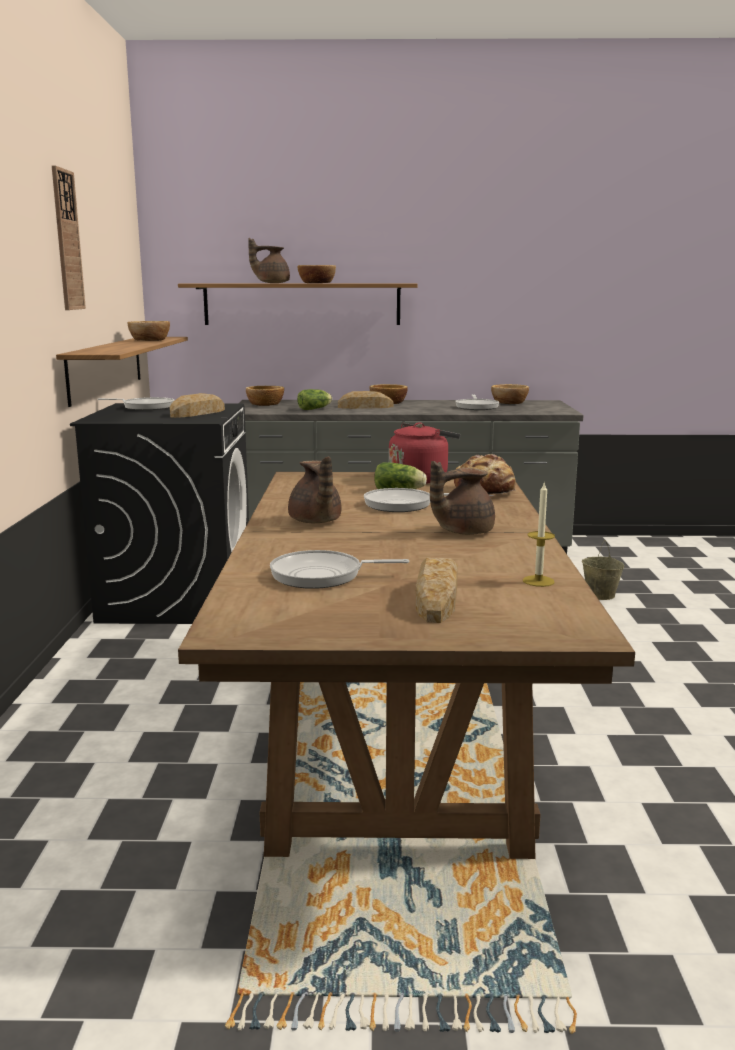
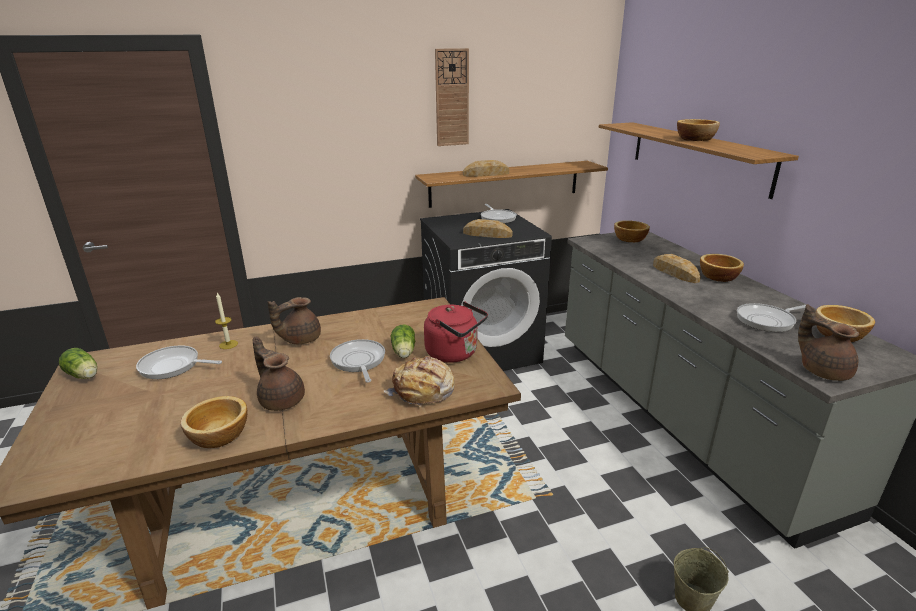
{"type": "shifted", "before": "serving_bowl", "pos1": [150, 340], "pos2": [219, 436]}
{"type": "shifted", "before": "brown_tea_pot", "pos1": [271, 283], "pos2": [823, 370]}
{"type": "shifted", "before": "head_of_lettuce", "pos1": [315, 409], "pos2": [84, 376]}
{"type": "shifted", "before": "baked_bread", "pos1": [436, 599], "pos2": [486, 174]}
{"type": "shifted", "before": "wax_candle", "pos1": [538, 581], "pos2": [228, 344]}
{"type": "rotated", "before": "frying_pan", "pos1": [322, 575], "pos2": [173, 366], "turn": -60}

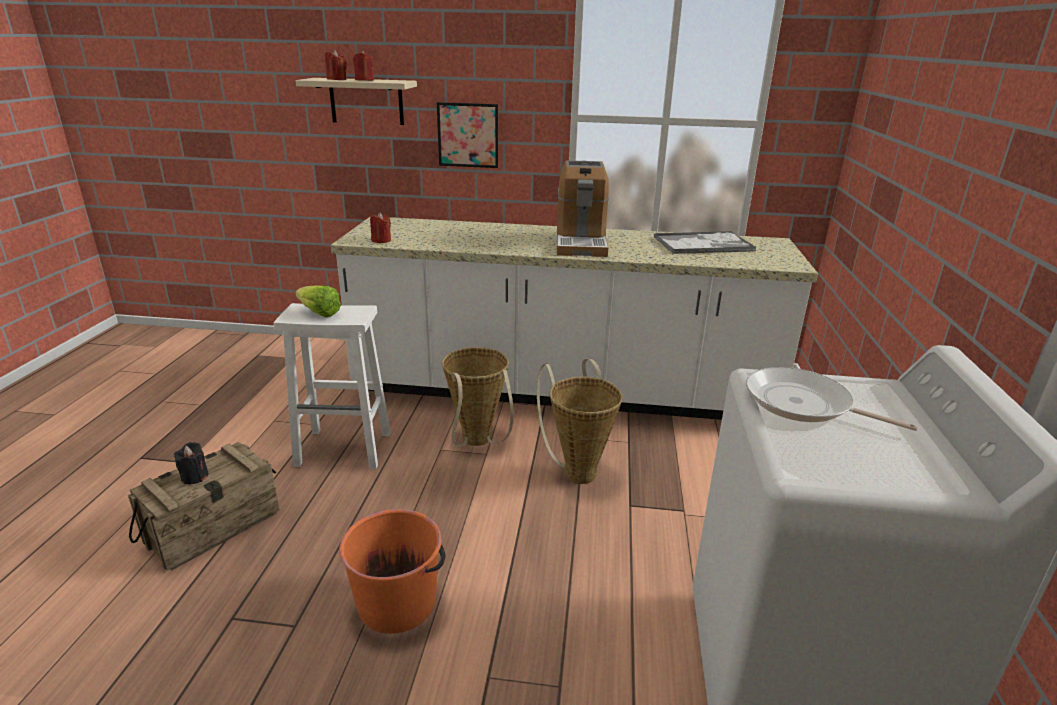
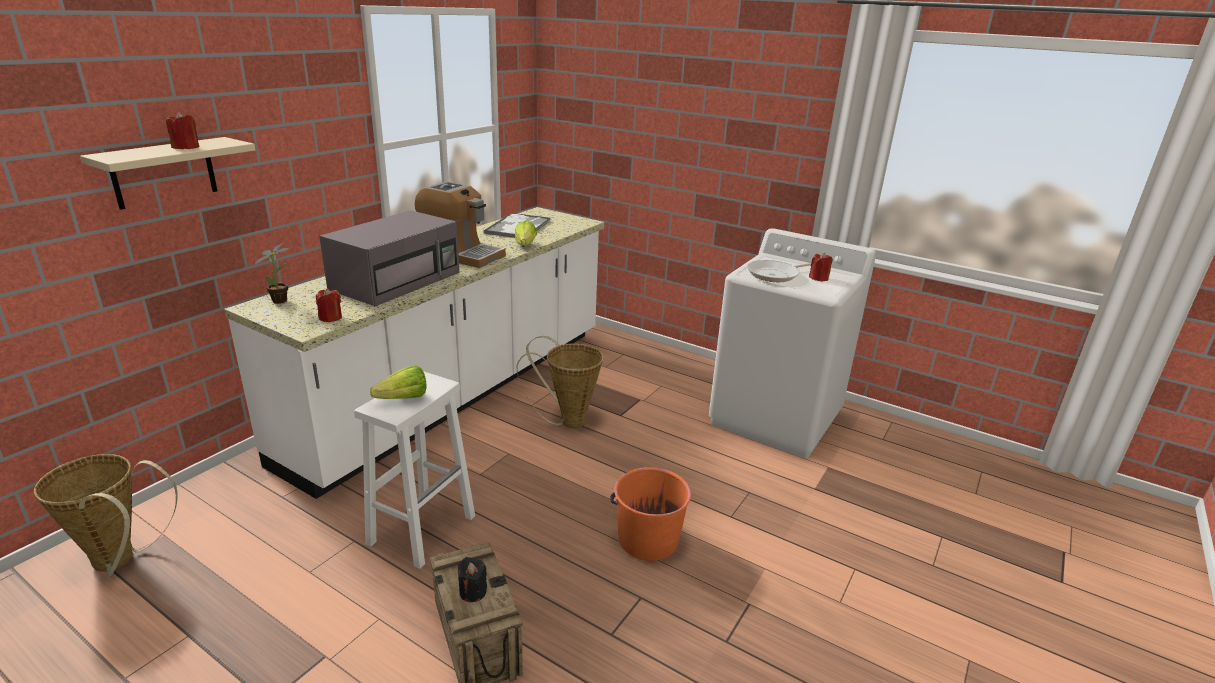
{"type": "gone", "before": "wall_art", "pos1": [468, 135]}
{"type": "new", "after": "potted_plant", "pos2": [282, 300]}
{"type": "new", "after": "grey_kitchen_microwave", "pos2": [397, 280]}
{"type": "new", "after": "head_of_lettuce", "pos2": [524, 247]}
{"type": "shifted", "before": "red_wax_candle", "pos1": [337, 79], "pos2": [819, 278]}
{"type": "shifted", "before": "storage_basket", "pos1": [477, 443], "pos2": [121, 562]}

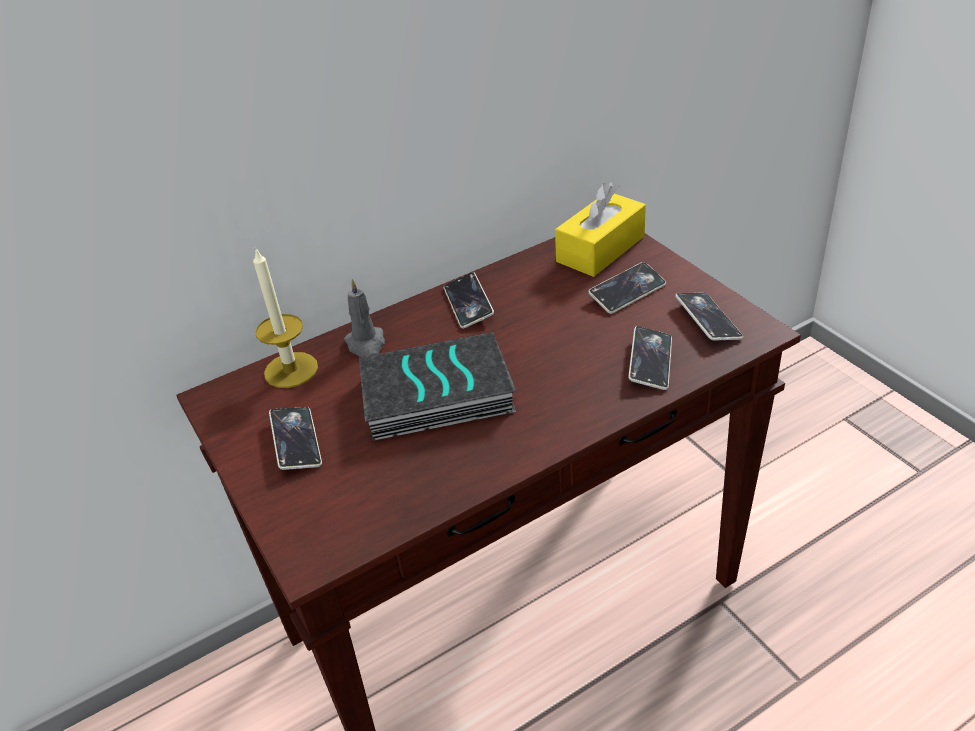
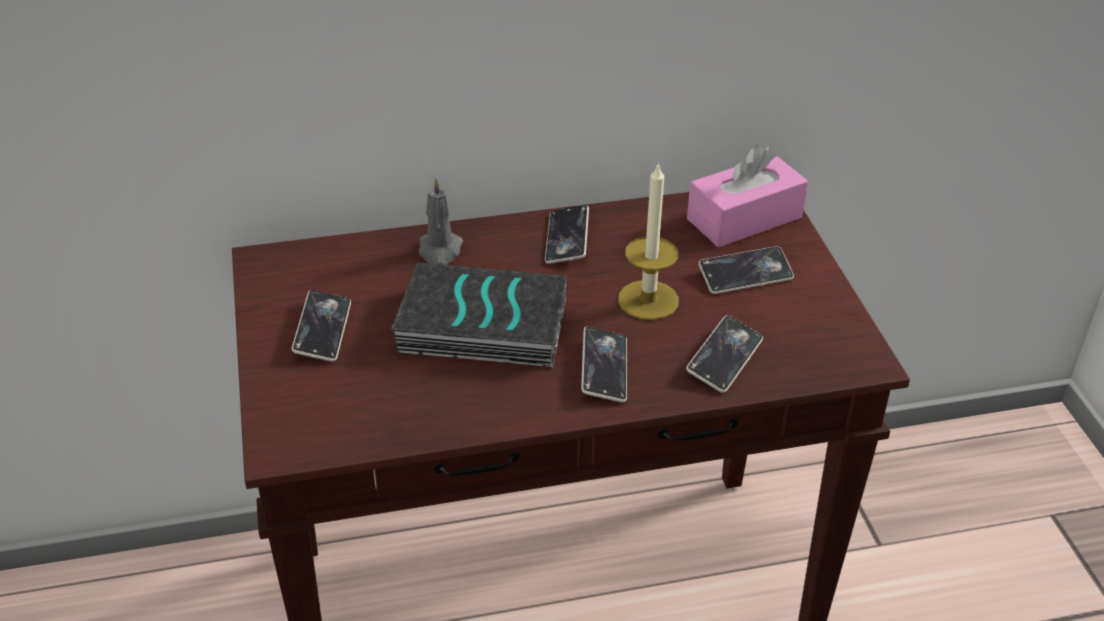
{"type": "shifted", "before": "wax_candle", "pos1": [291, 370], "pos2": [648, 300]}
{"type": "shifted", "before": "telephone", "pos1": [708, 320], "pos2": [604, 369]}
{"type": "repainted", "before": "yellow-coloured_box_of_tissues", "after": "pink-coloured_box_of_tissues", "pos1": [600, 249], "pos2": [744, 218]}

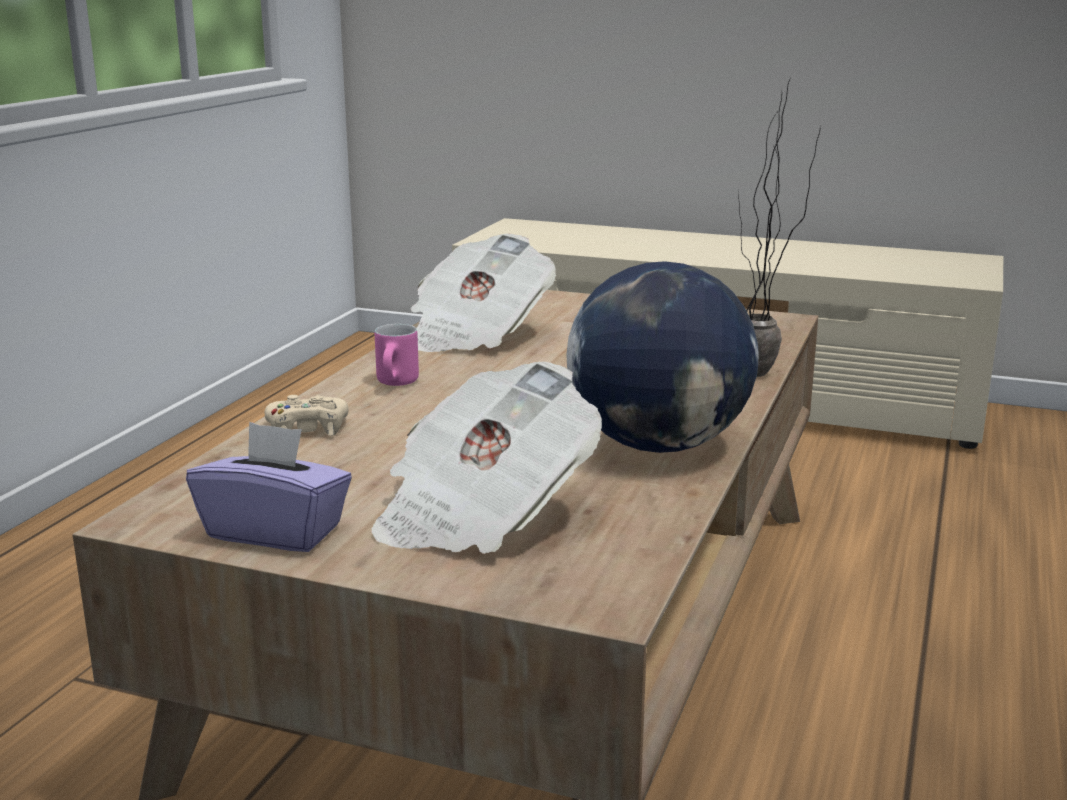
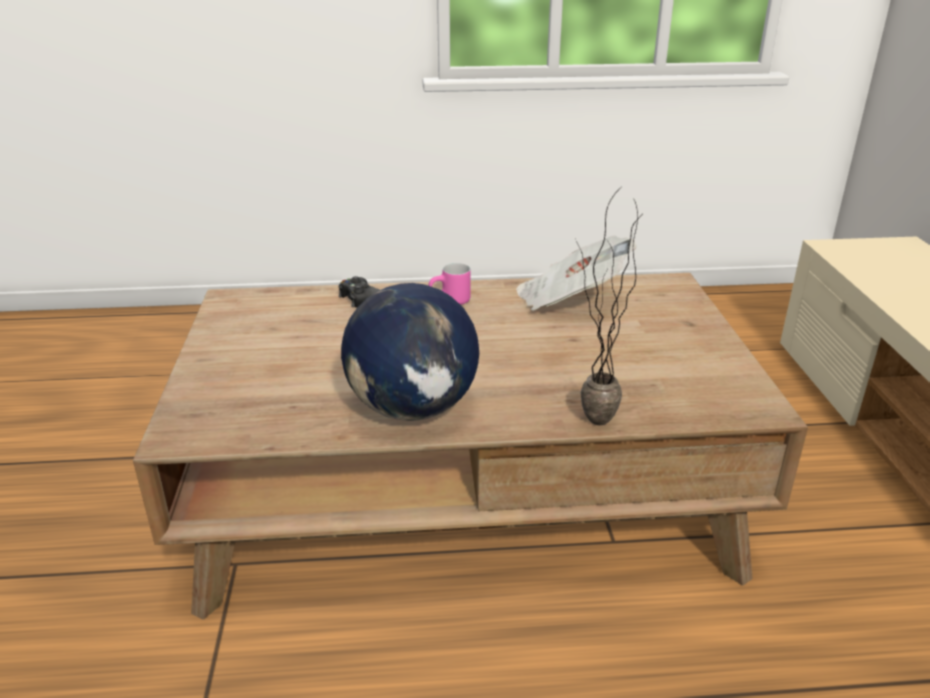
{"type": "gone", "before": "purple-coloured_box_of_tissues", "pos1": [275, 531]}
{"type": "gone", "before": "daily_paper", "pos1": [481, 514]}
{"type": "repainted", "before": "beige-coloured_gamepad", "after": "black_gamepad", "pos1": [307, 428], "pos2": [361, 298]}

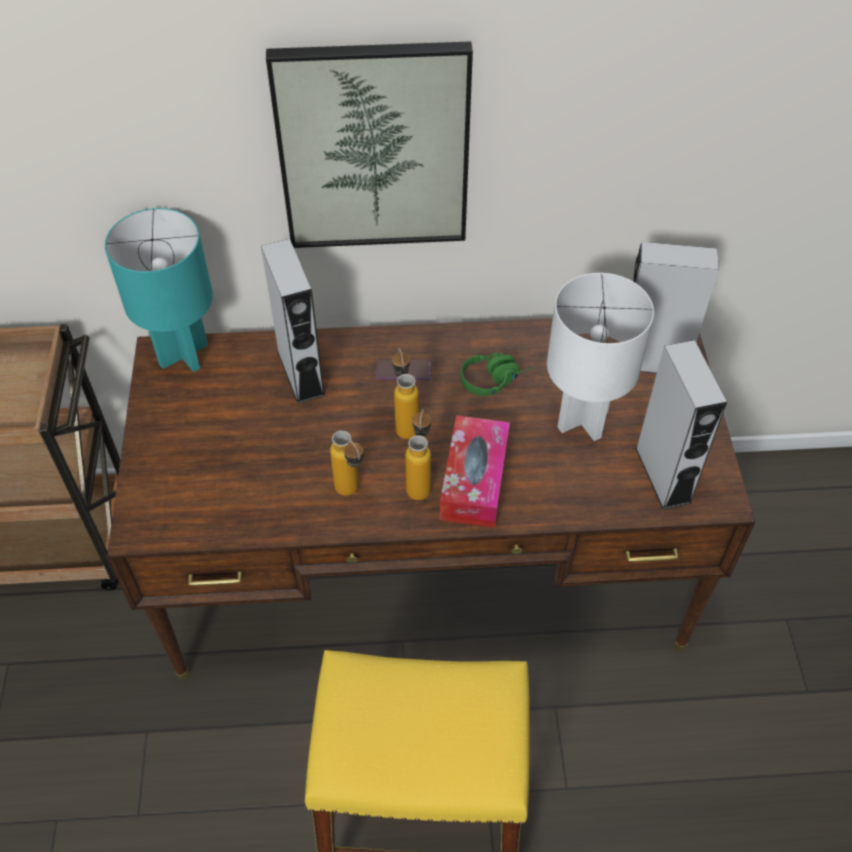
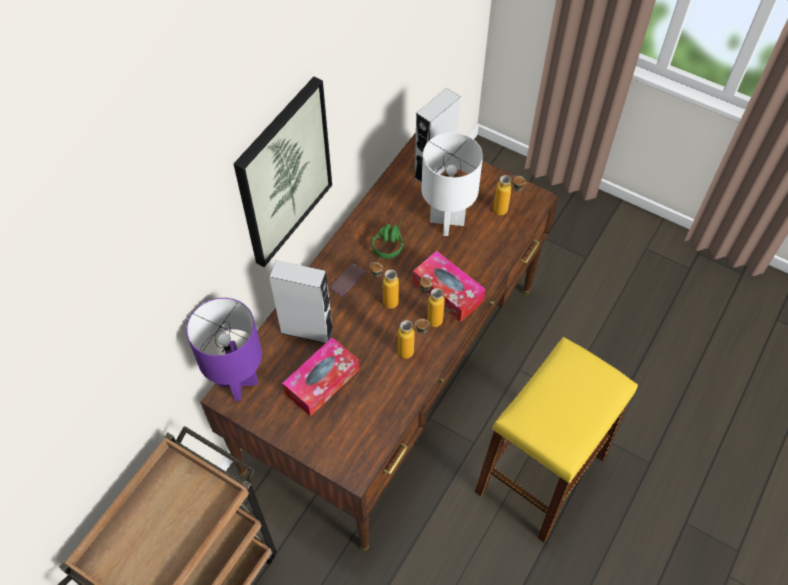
{"type": "new", "after": "box_of_tissues", "pos2": [322, 381]}
{"type": "swapped", "before": "grey_speaker", "after": "drink_bottle", "pos1": [663, 475], "pos2": [506, 212]}
{"type": "repainted", "before": "blue-green_tabletop_lamp", "after": "purple-coloured_tabletop_lamp", "pos1": [184, 353], "pos2": [238, 383]}

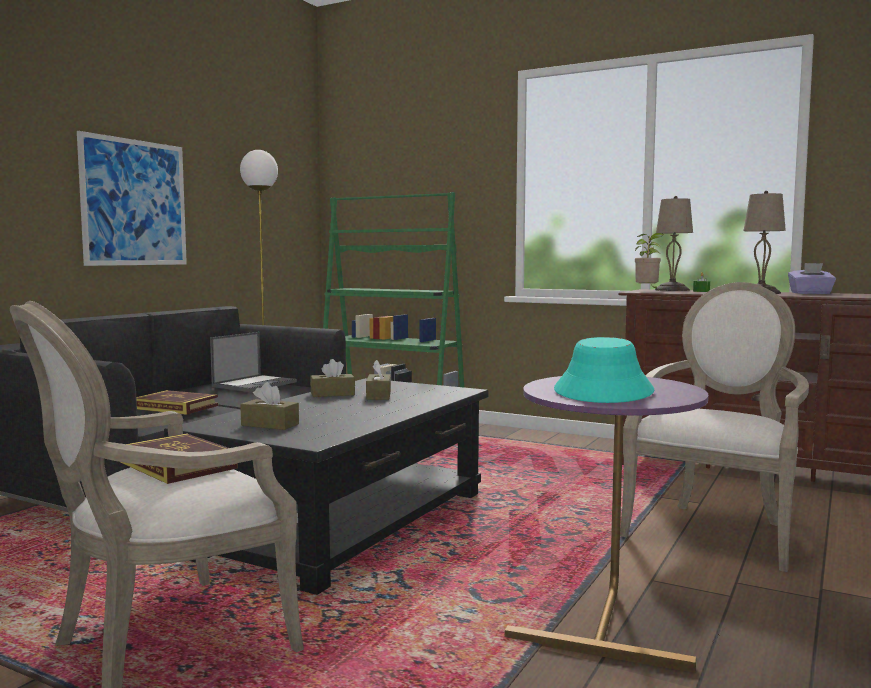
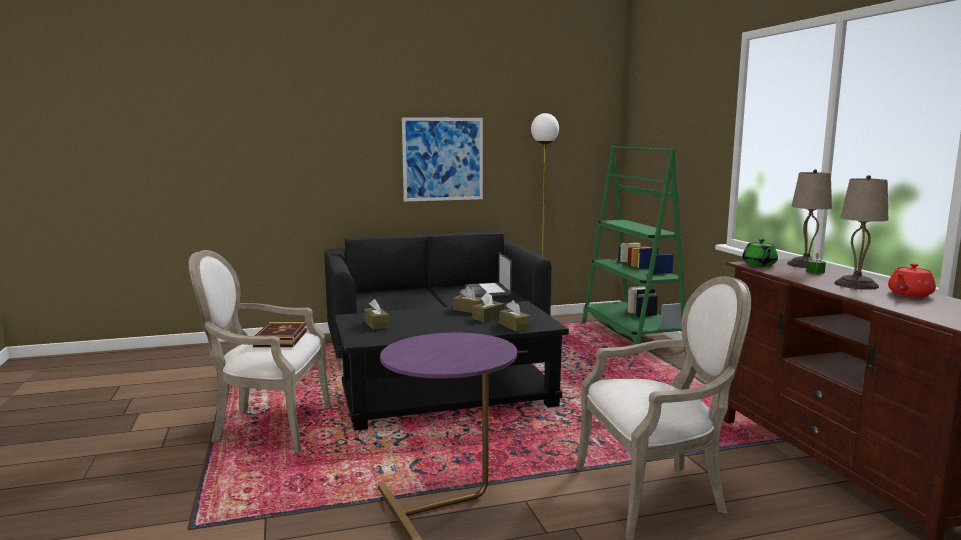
{"type": "gone", "before": "bound_book", "pos1": [176, 407]}
{"type": "gone", "before": "blue-green_hat", "pos1": [604, 391]}
{"type": "new", "after": "brown_box_of_tissues", "pos2": [514, 326]}
{"type": "swapped", "before": "potted_plant", "after": "green_tea_pot", "pos1": [648, 291], "pos2": [759, 264]}
{"type": "swapped", "before": "purple-coloured_box_of_tissues", "after": "red_tea_pot", "pos1": [810, 293], "pos2": [909, 294]}
{"type": "rotated", "before": "laptop", "pos1": [255, 384], "pos2": [488, 290], "turn": 90}

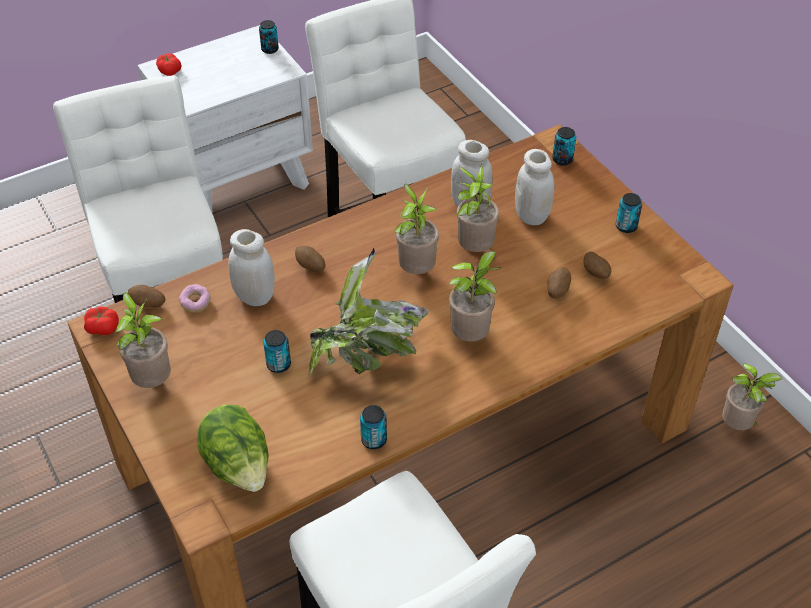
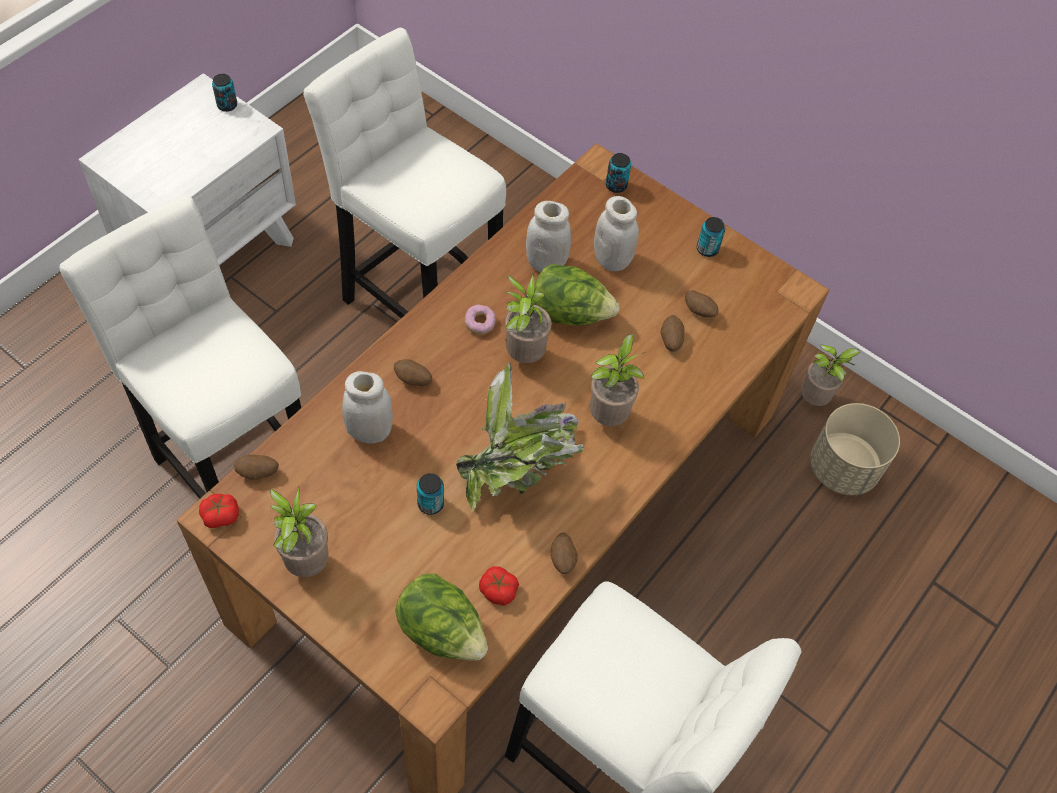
{"type": "new", "after": "beige-coloured_plant_pot", "pos2": [843, 468]}
{"type": "shifted", "before": "whole_tomato", "pos1": [169, 70], "pos2": [498, 590]}
{"type": "shifted", "before": "doughnut", "pos1": [195, 303], "pos2": [480, 324]}
{"type": "swapped", "before": "metal_can", "after": "spud", "pos1": [374, 440], "pos2": [563, 559]}
{"type": "swapped", "before": "potted_plant", "after": "head_of_lettuce", "pos1": [473, 249], "pos2": [570, 314]}

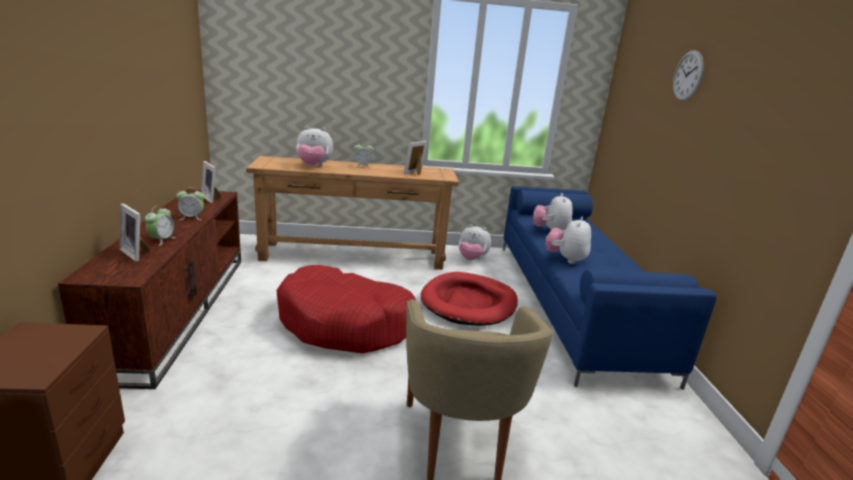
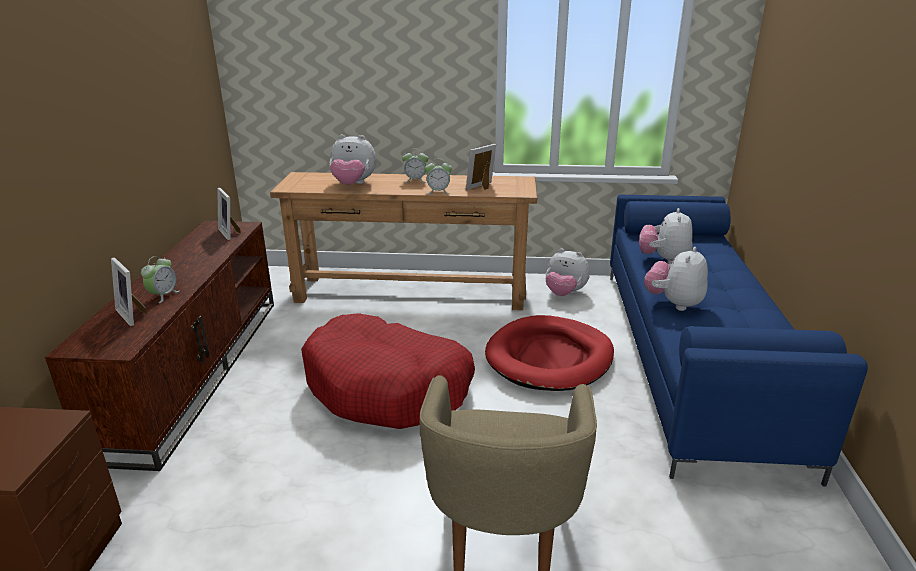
{"type": "gone", "before": "wall_clock", "pos1": [688, 76]}
{"type": "shifted", "before": "bedside_clock", "pos1": [192, 218], "pos2": [438, 192]}

